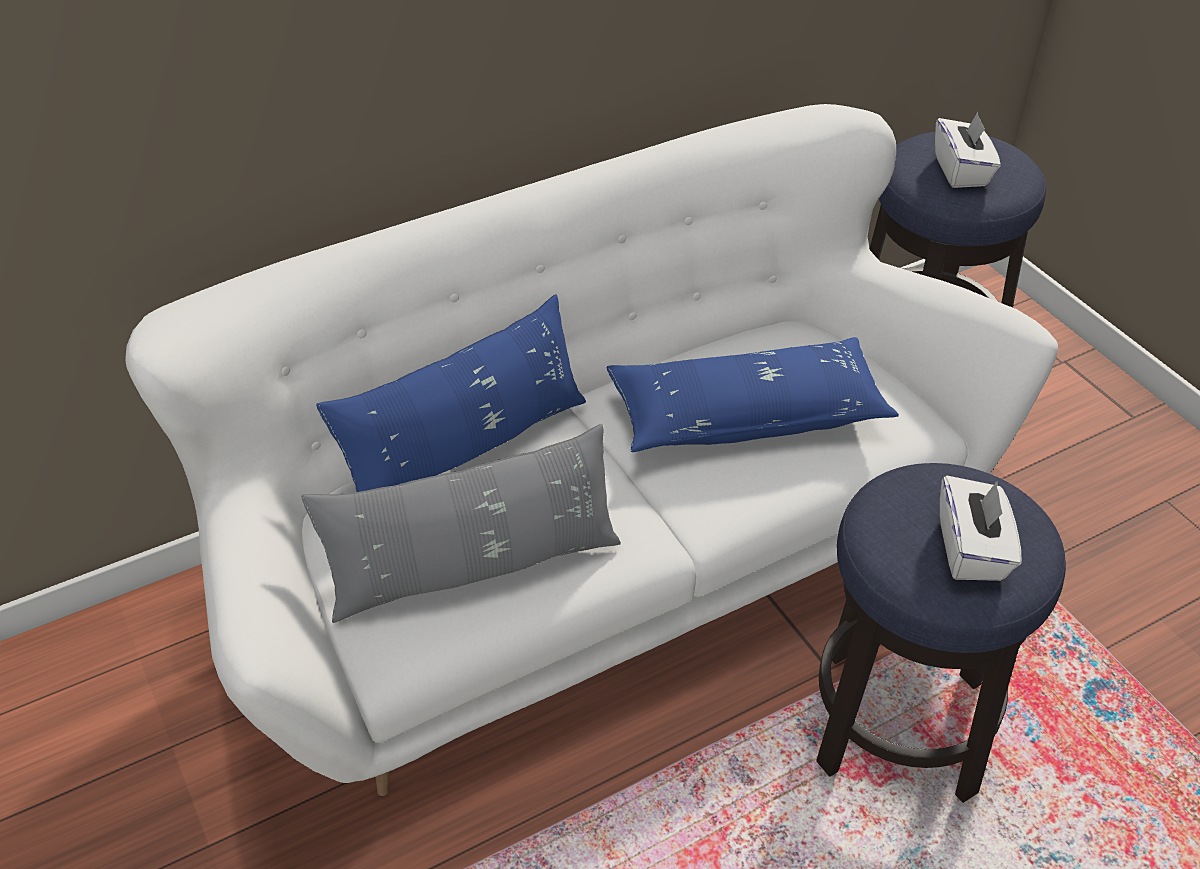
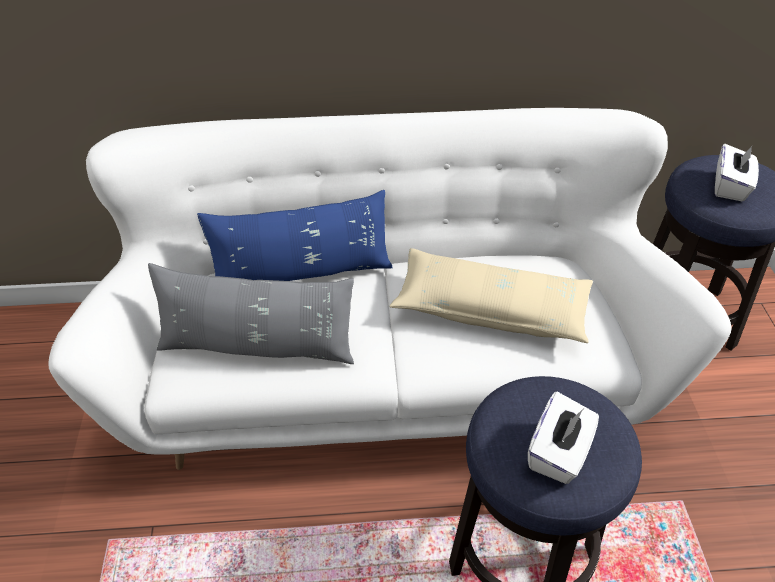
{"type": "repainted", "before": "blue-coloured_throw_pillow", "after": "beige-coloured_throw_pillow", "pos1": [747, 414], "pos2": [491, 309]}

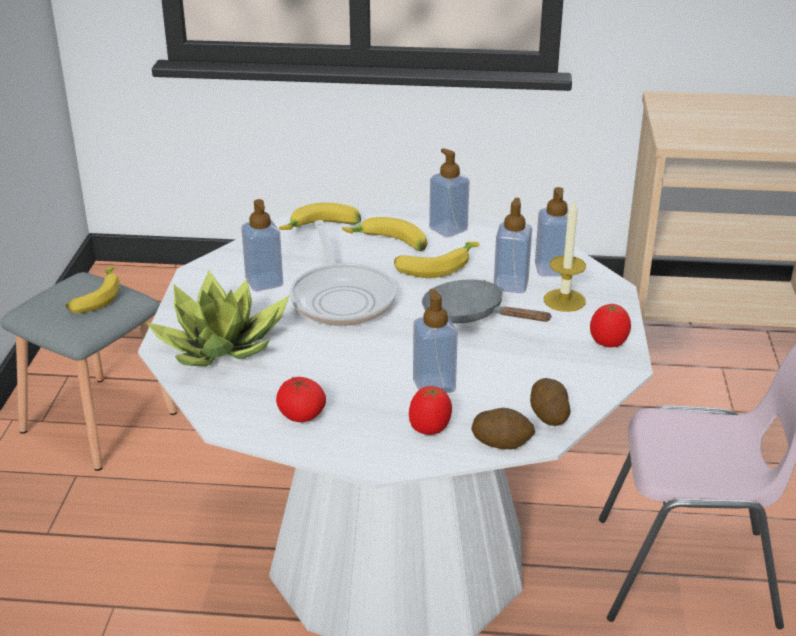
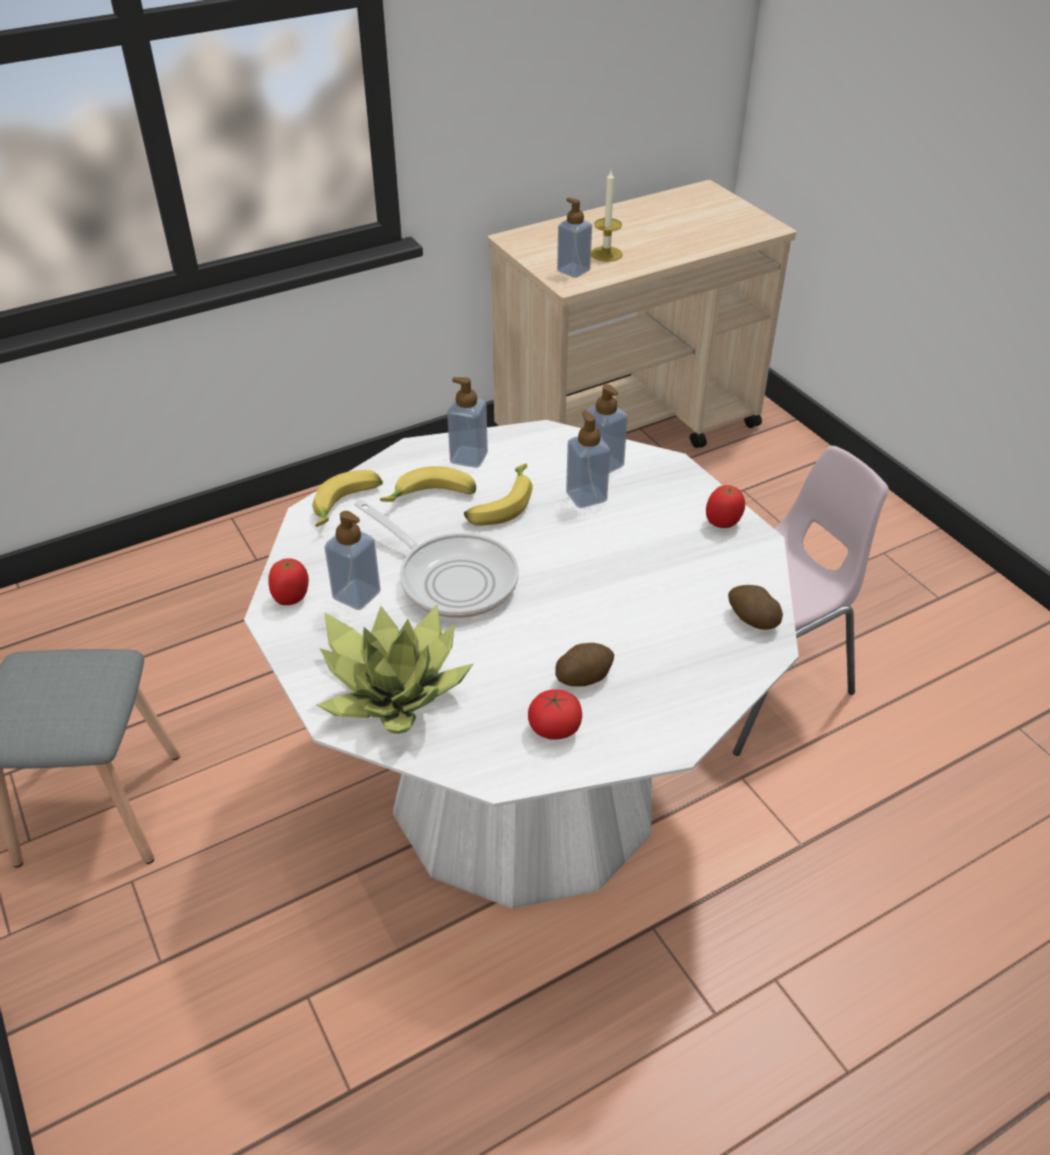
{"type": "gone", "before": "banana_fruit", "pos1": [95, 298]}
{"type": "gone", "before": "grey_frying_pan", "pos1": [470, 315]}
{"type": "shifted", "before": "whole_tomato", "pos1": [430, 429], "pos2": [292, 598]}
{"type": "shifted", "before": "liquid_soap_bottle", "pos1": [434, 385], "pos2": [573, 271]}
{"type": "shifted", "before": "spud", "pos1": [502, 442], "pos2": [584, 676]}
{"type": "shifted", "before": "wax_candle", "pos1": [564, 300], "pos2": [606, 254]}

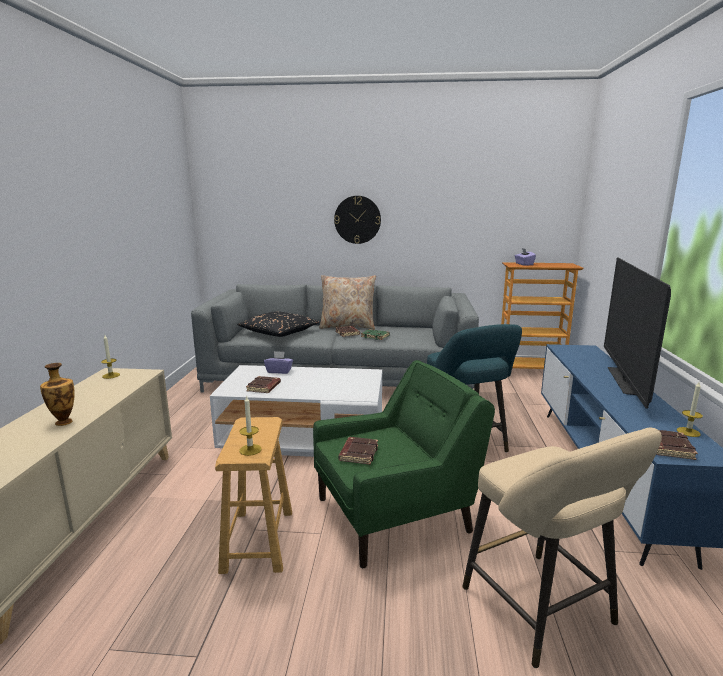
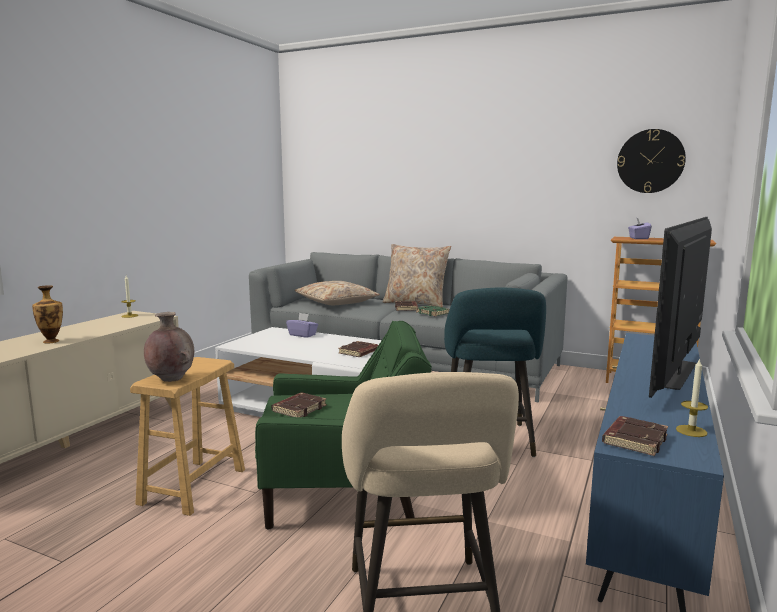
{"type": "shifted", "before": "brown_bound_book", "pos1": [264, 387], "pos2": [359, 352]}
{"type": "shifted", "before": "wall_clock", "pos1": [357, 219], "pos2": [650, 161]}
{"type": "swapped", "before": "wax_candle", "after": "brown_flower_vase", "pos1": [250, 450], "pos2": [171, 379]}
{"type": "repainted", "before": "black_throw_pillow", "after": "beige-coloured_throw_pillow", "pos1": [279, 332], "pos2": [336, 302]}

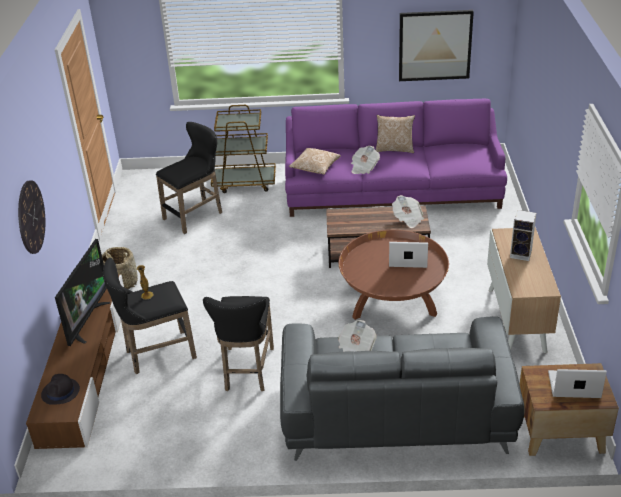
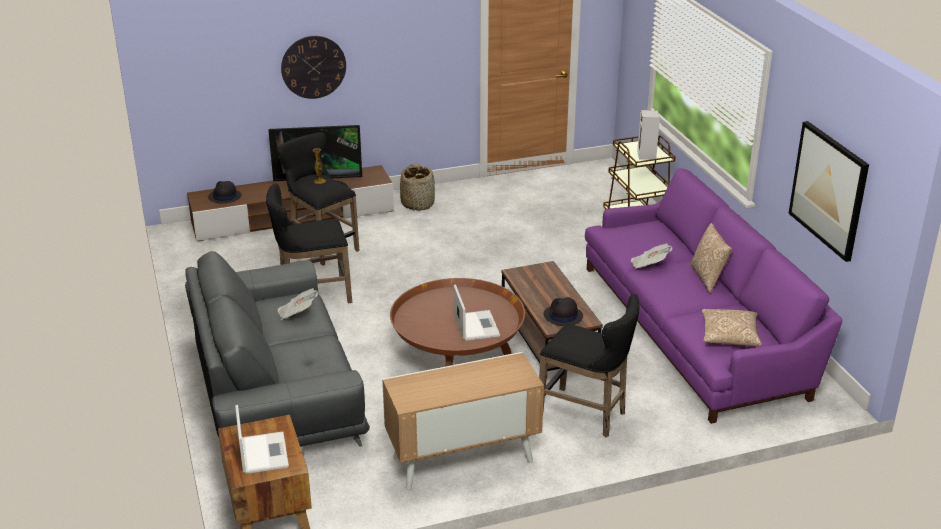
{"type": "shifted", "before": "black_stool_seat", "pos1": [196, 215], "pos2": [586, 415]}
{"type": "shifted", "before": "throw_pillow", "pos1": [315, 168], "pos2": [729, 336]}
{"type": "shifted", "before": "speaker", "pos1": [521, 254], "pos2": [647, 155]}
{"type": "swapped", "before": "daily_paper", "after": "black_hat", "pos1": [407, 219], "pos2": [563, 316]}

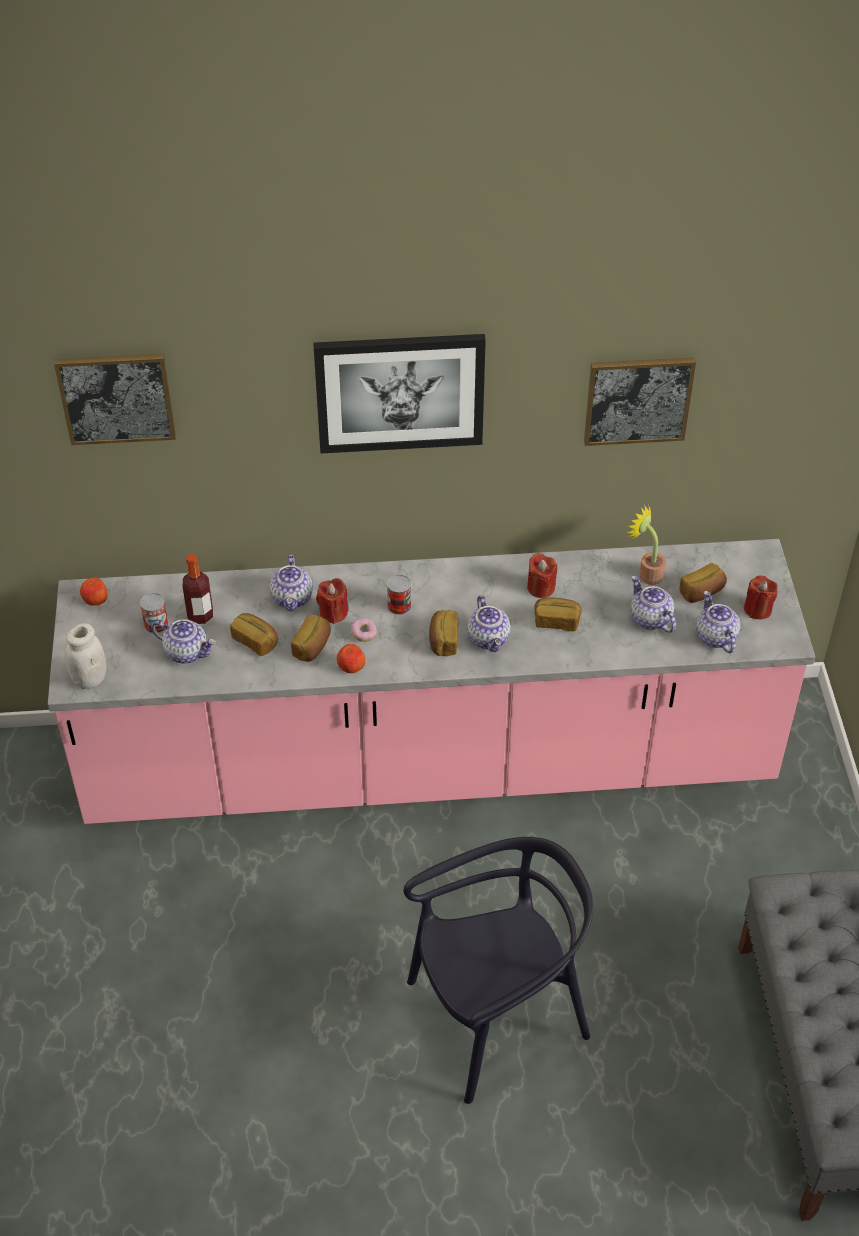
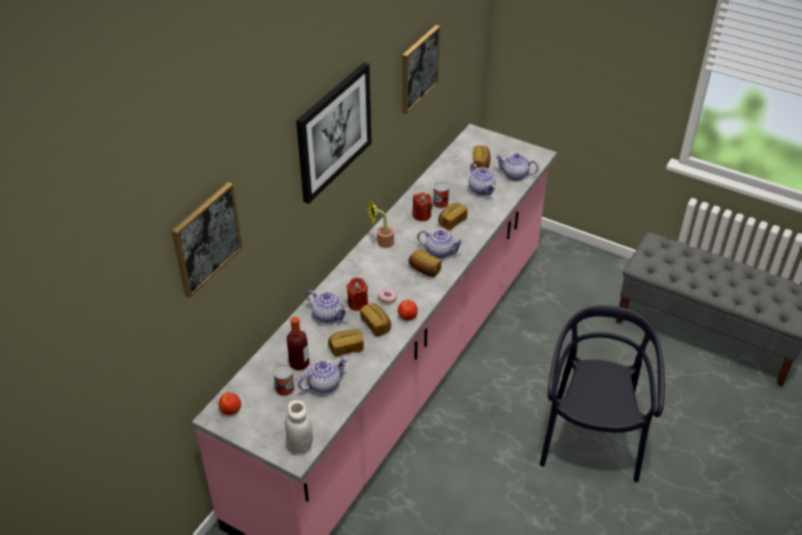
{"type": "gone", "before": "red_wax_candle", "pos1": [757, 609]}
{"type": "shifted", "before": "metal_can", "pos1": [399, 606], "pos2": [440, 203]}
{"type": "shifted", "before": "potted_plant", "pos1": [646, 573], "pos2": [382, 243]}
{"type": "rotated", "before": "tea_pot", "pos1": [649, 619], "pos2": [482, 190], "turn": -120}

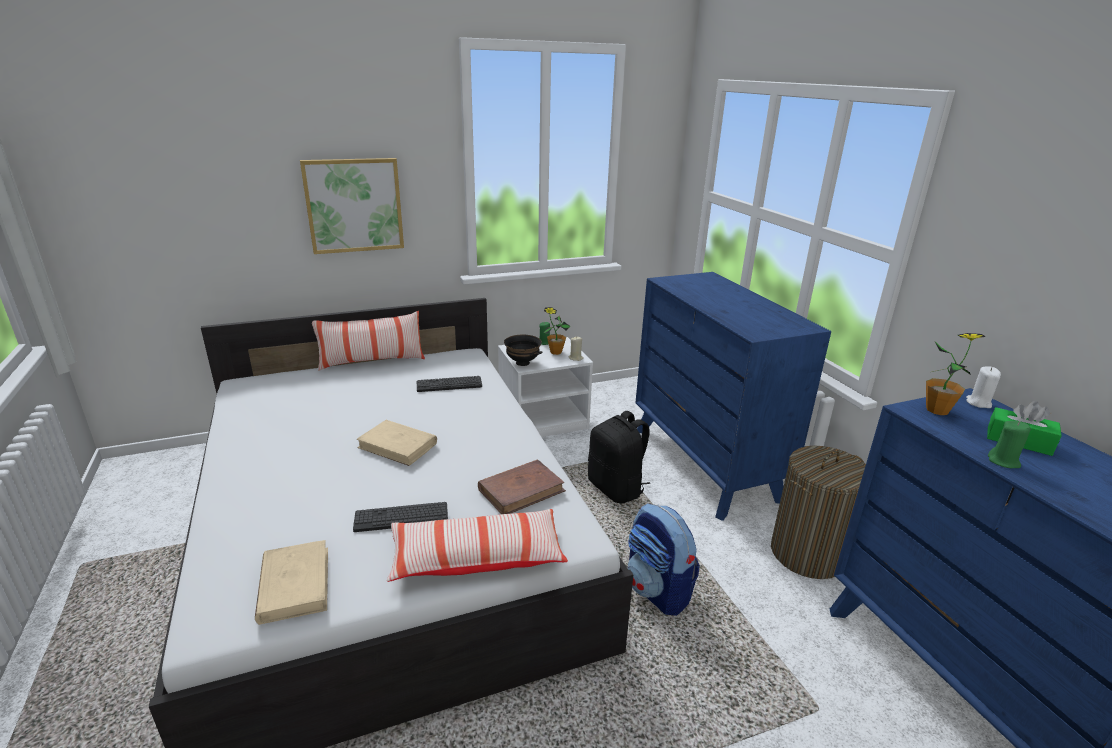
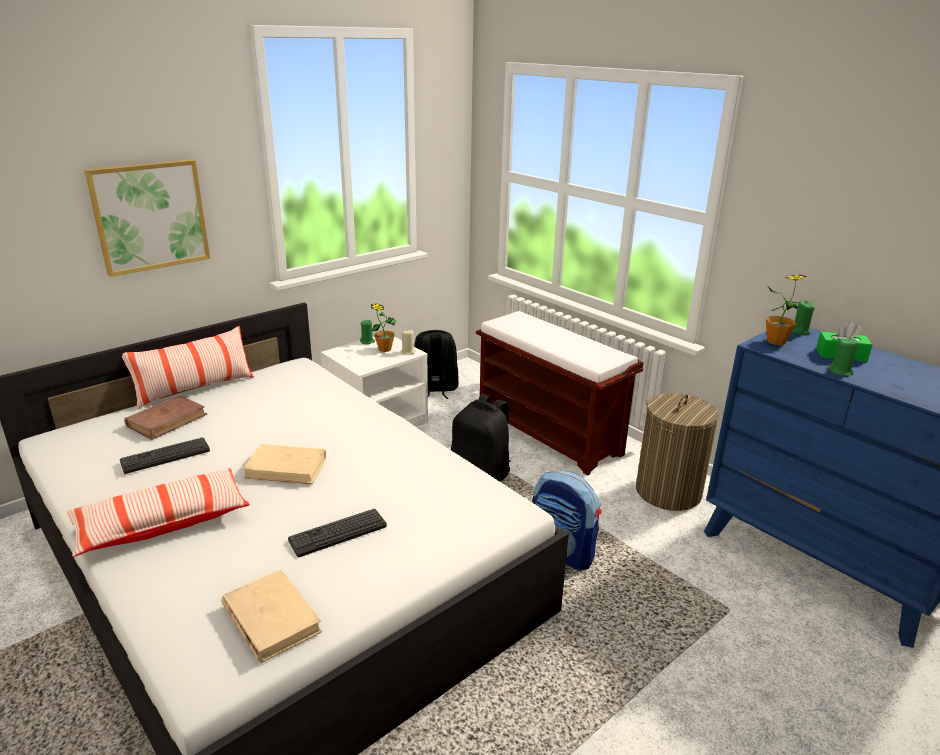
{"type": "gone", "before": "black_serving_bowl", "pos1": [522, 363]}
{"type": "new", "after": "black_rucksack", "pos2": [434, 389]}
{"type": "shifted", "before": "throw_pillow", "pos1": [477, 557], "pos2": [162, 523]}
{"type": "shifted", "before": "PC_keyboard", "pos1": [449, 385], "pos2": [165, 456]}
{"type": "shifted", "before": "brown_bound_book", "pos1": [521, 490], "pos2": [167, 420]}
{"type": "swapped", "before": "blue-coloured_drawer_chest", "after": "brown_long_seat", "pos1": [705, 463], "pos2": [549, 433]}
{"type": "repainted", "before": "whitish_wax_candle", "after": "green_wax_candle", "pos1": [978, 403], "pos2": [799, 331]}

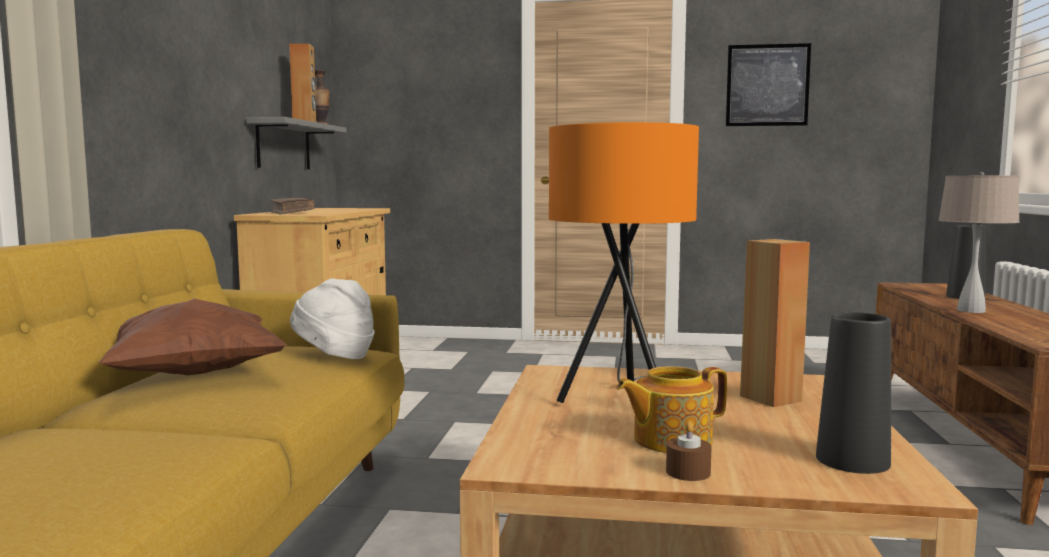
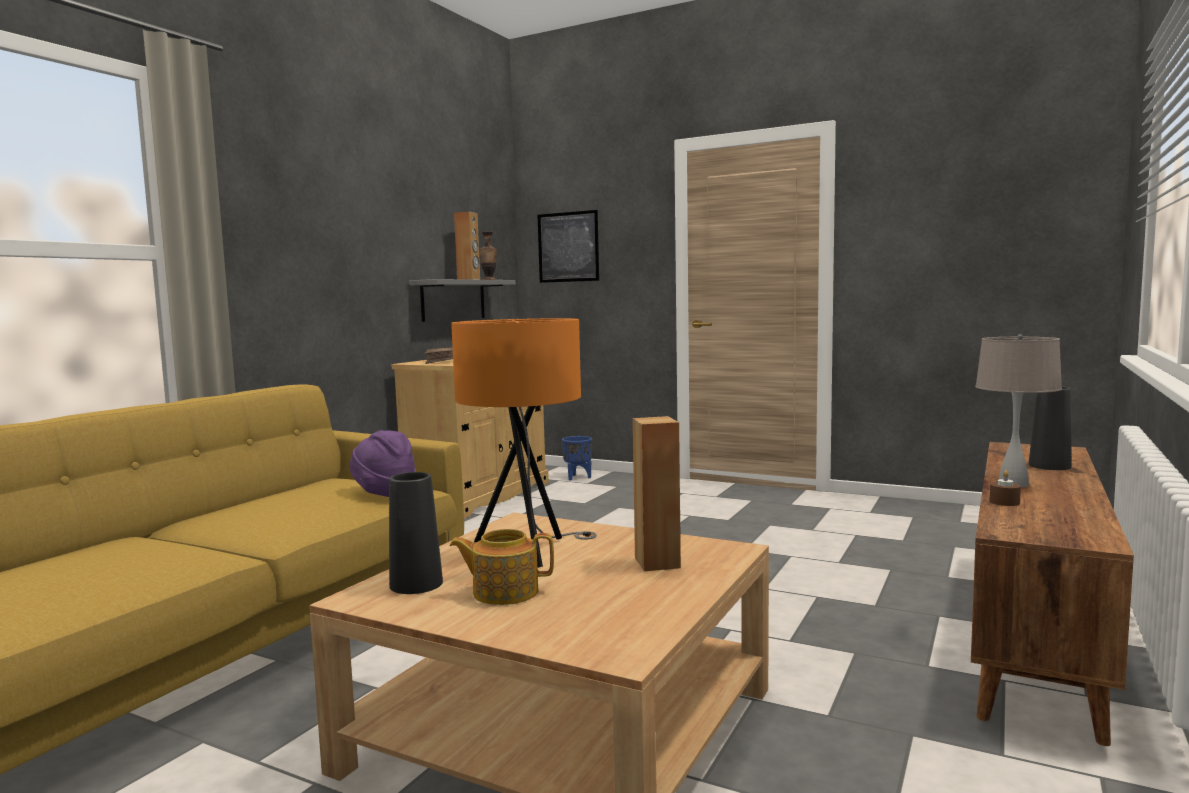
{"type": "gone", "before": "brown_throw_pillow", "pos1": [193, 375]}
{"type": "new", "after": "blue-coloured_plant_pot", "pos2": [577, 477]}
{"type": "shifted", "before": "brown_wax_candle", "pos1": [688, 472], "pos2": [1004, 502]}
{"type": "shifted", "before": "wall_art", "pos1": [767, 85], "pos2": [568, 247]}
{"type": "shifted", "before": "black_flower_vase", "pos1": [852, 460], "pos2": [416, 584]}
{"type": "repainted", "before": "whitish_hat", "after": "purple-coloured_hat", "pos1": [334, 356], "pos2": [384, 494]}

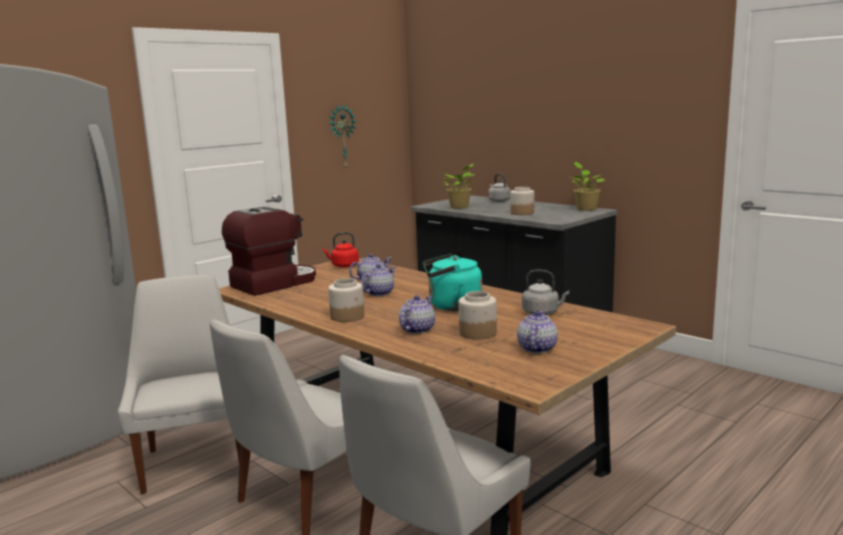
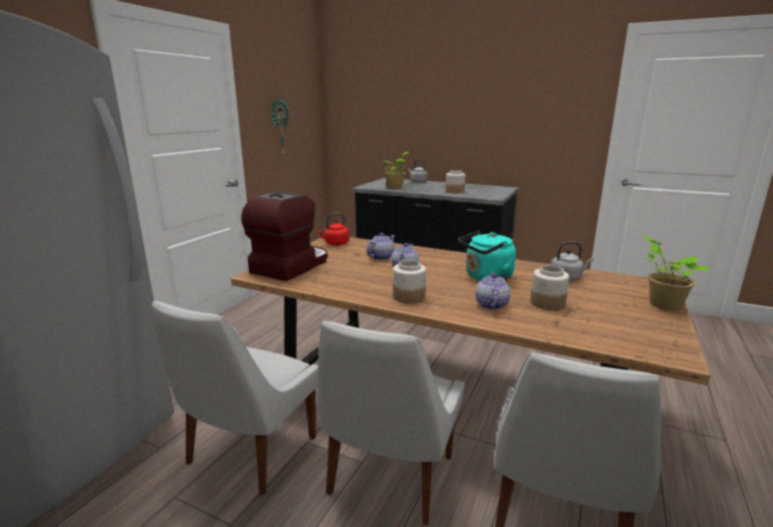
{"type": "gone", "before": "tea_pot", "pos1": [536, 348]}
{"type": "shifted", "before": "potted_plant", "pos1": [585, 209], "pos2": [662, 304]}
{"type": "rotated", "before": "whitish_chair", "pos1": [196, 460], "pos2": [249, 453], "turn": -120}

